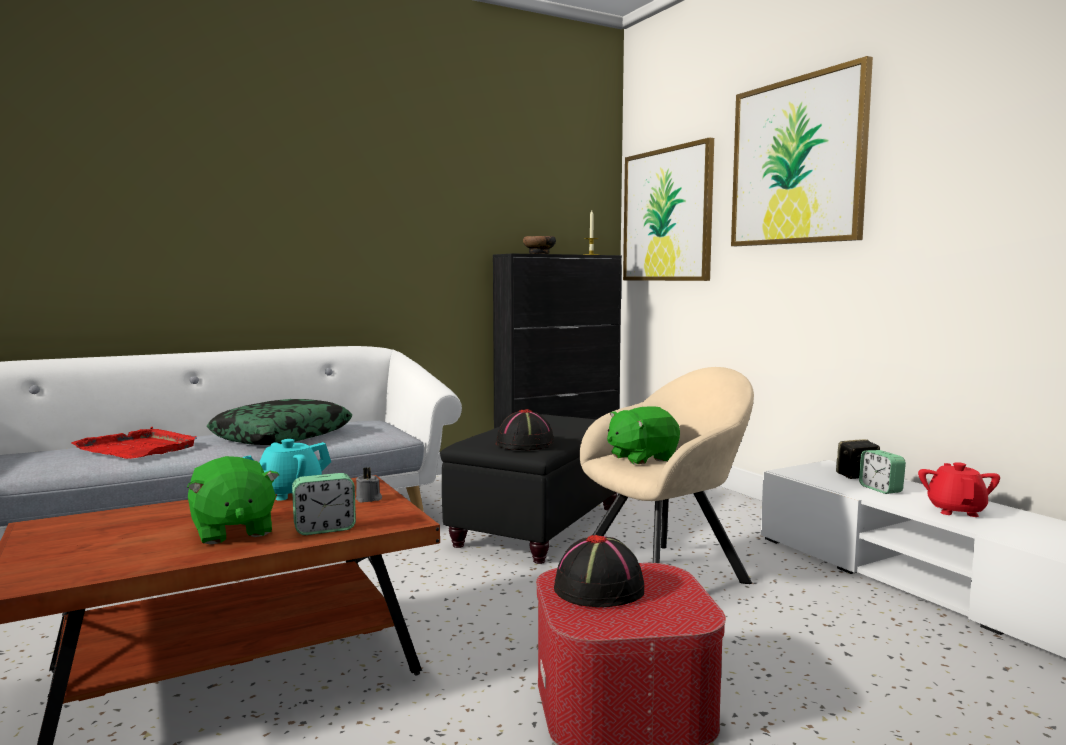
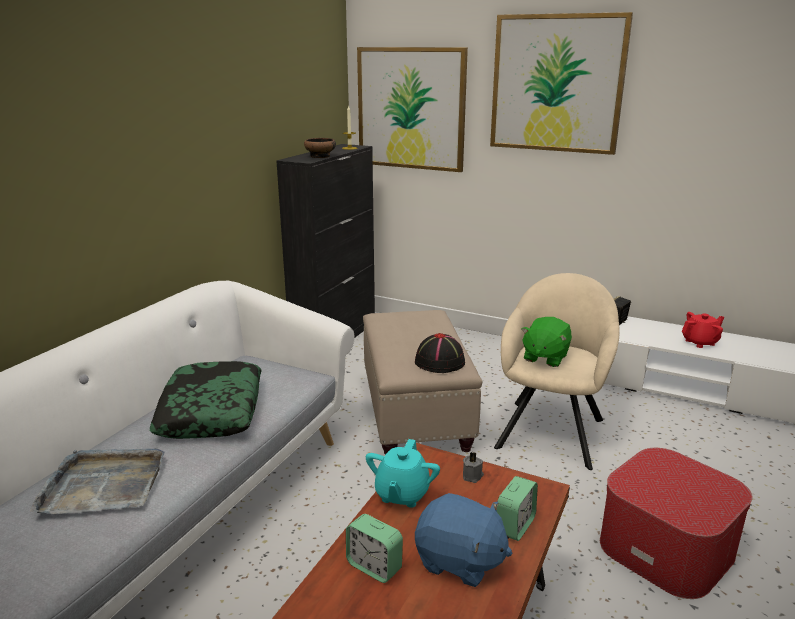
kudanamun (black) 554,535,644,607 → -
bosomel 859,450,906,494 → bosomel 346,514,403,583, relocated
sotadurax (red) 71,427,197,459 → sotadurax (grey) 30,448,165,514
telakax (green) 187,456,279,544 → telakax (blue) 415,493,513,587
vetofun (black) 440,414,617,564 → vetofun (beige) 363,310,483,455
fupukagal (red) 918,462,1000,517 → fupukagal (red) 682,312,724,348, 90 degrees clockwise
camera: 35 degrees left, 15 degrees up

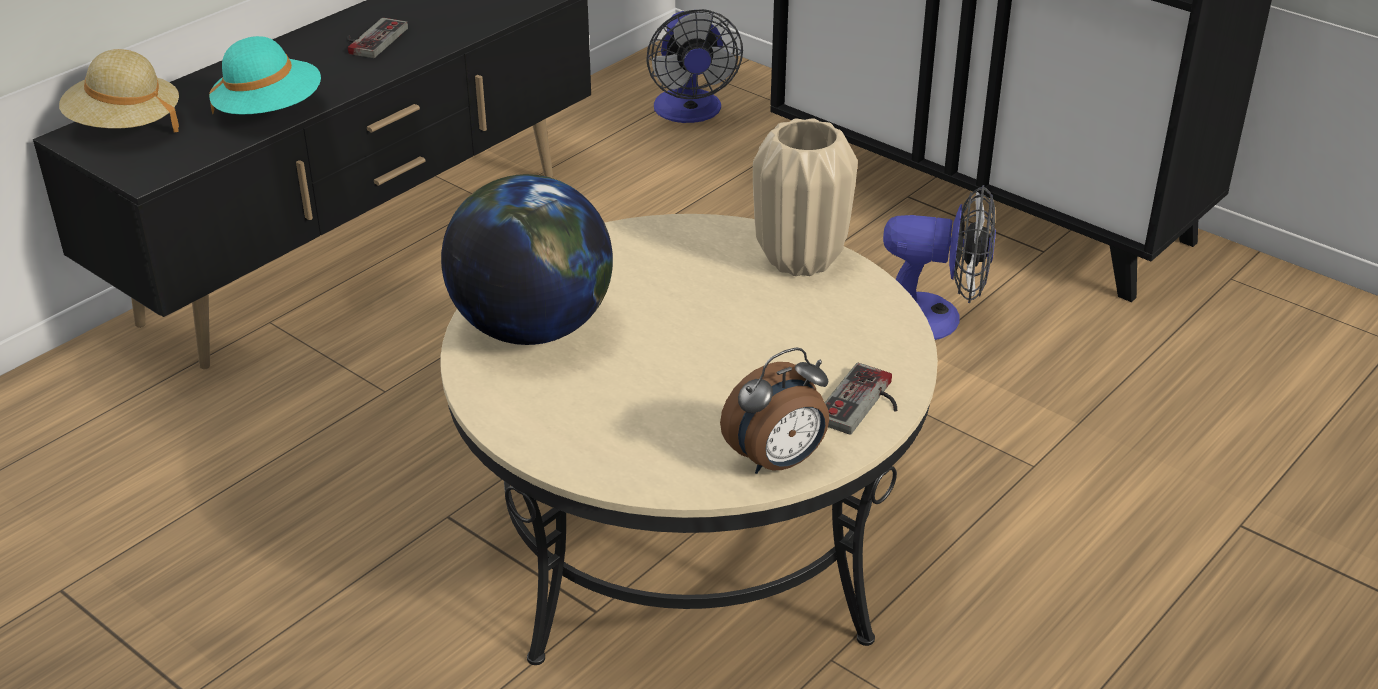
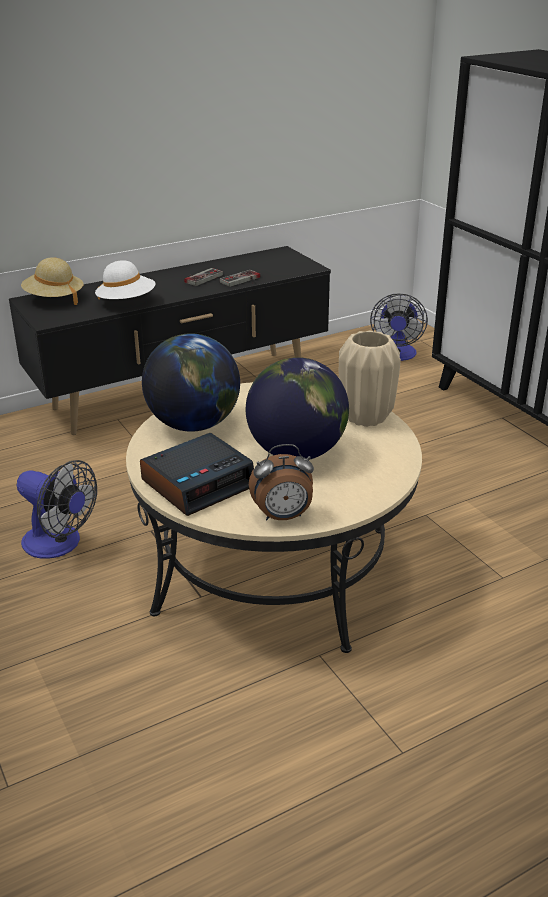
- → bosomel 140,433,254,516
- → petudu 246,357,349,459
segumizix 825,362,897,435 → segumizix 219,270,260,287, relocated
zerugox 883,185,996,340 → zerugox 17,460,97,559, relocated
kudanamun (turquoise) 209,36,321,114 → kudanamun (white) 95,260,156,299
camera: 20 degrees right, 5 degrees down

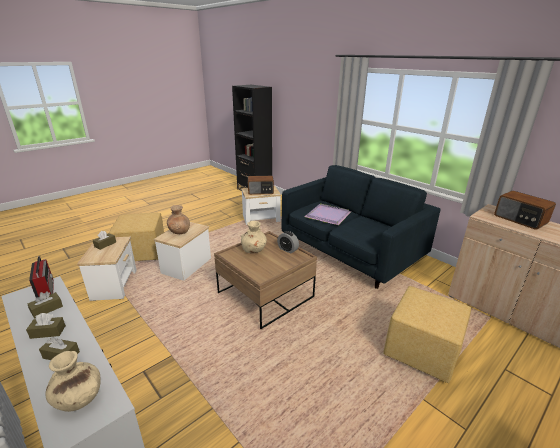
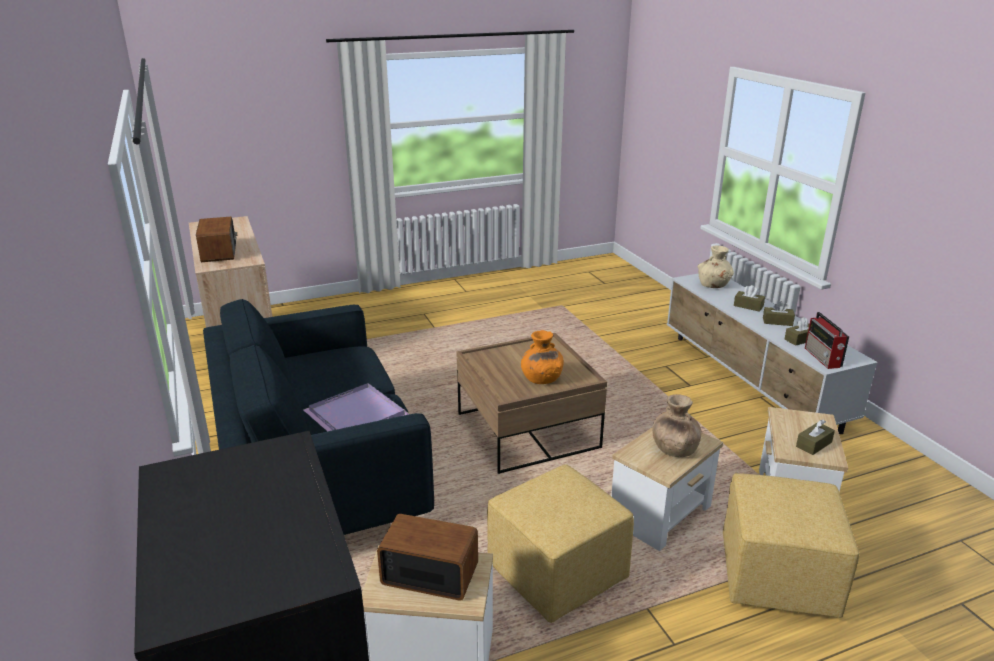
bosomel 277,231,299,254 → -
vetofun (yellow) 383,286,471,383 → vetofun (yellow) 487,464,634,623, relocated
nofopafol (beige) 241,221,267,253 → nofopafol (orange) 521,330,564,384
camera: 160 degrees left, 0 degrees up

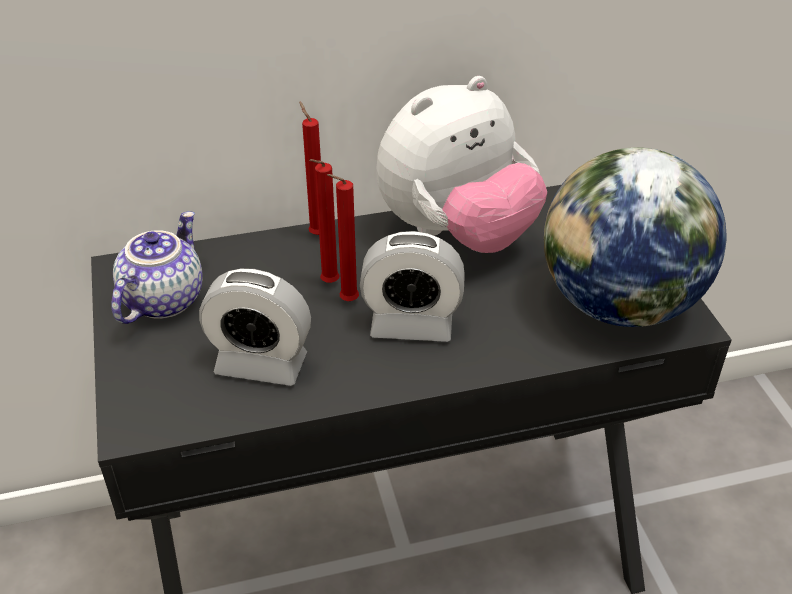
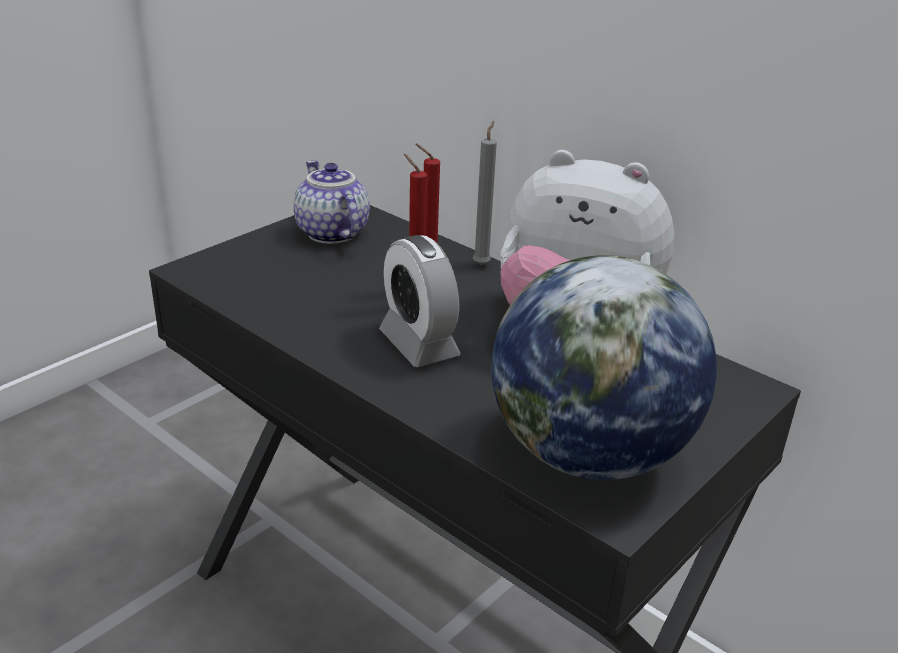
bosomel 199,268,311,386 → -
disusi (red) 299,101,321,235 → disusi (grey) 473,121,497,265
fupukagal 111,211,203,324 → fupukagal 293,160,370,244, 105 degrees counterclockwise
camera: 55 degrees right, 10 degrees down

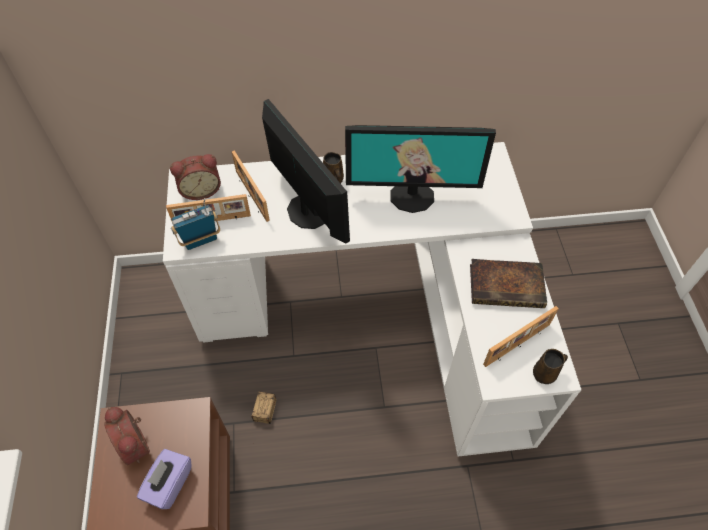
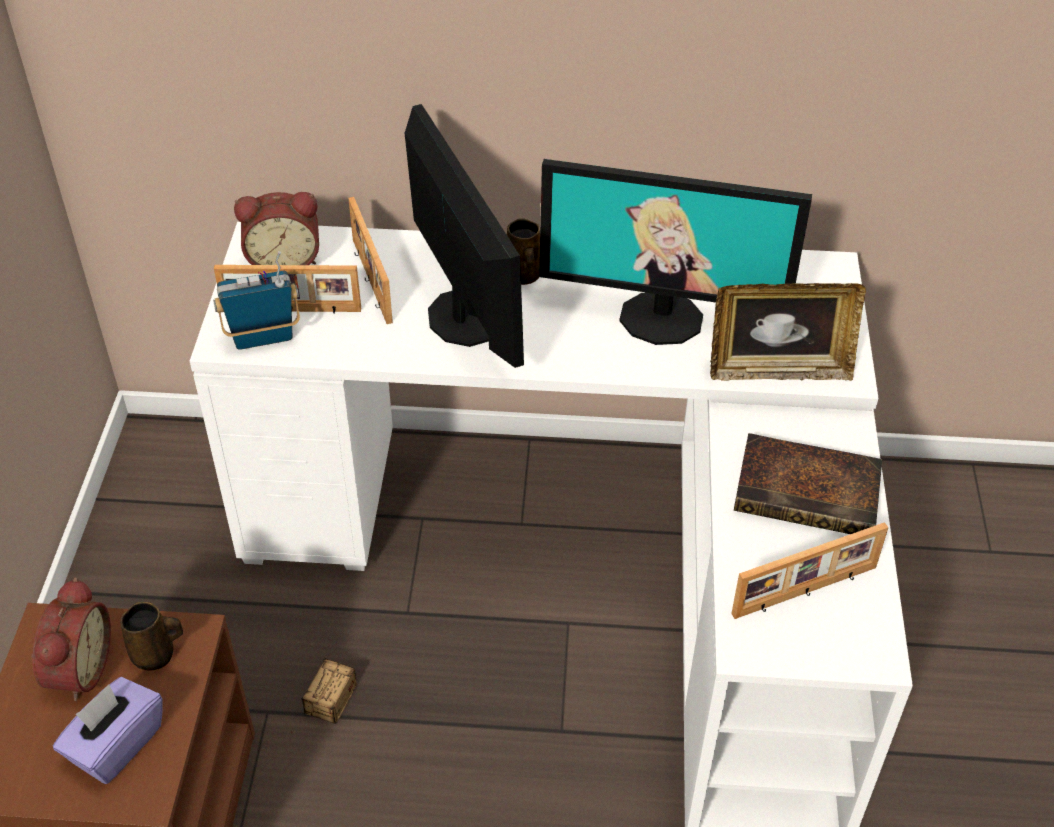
- → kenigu 710,283,866,381
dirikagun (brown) 533,349,568,384 → dirikagun (brown) 120,602,183,671, relocated
bosomel 104,407,150,465 → bosomel 31,577,111,701, 150 degrees counterclockwise
camera: 10 degrees right, 10 degrees down

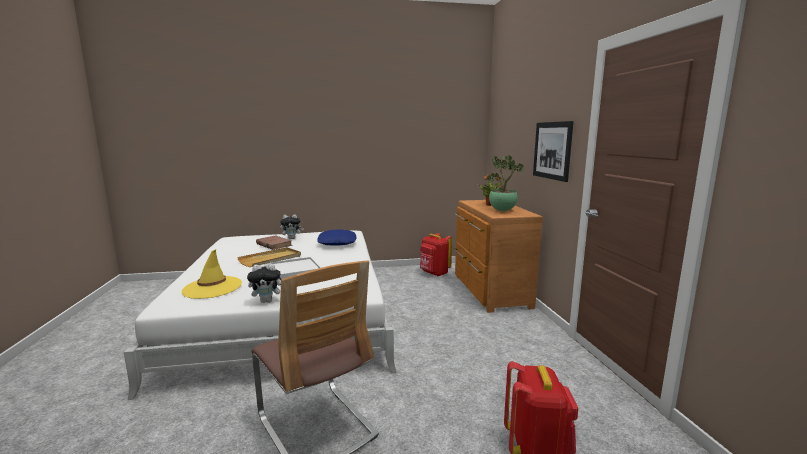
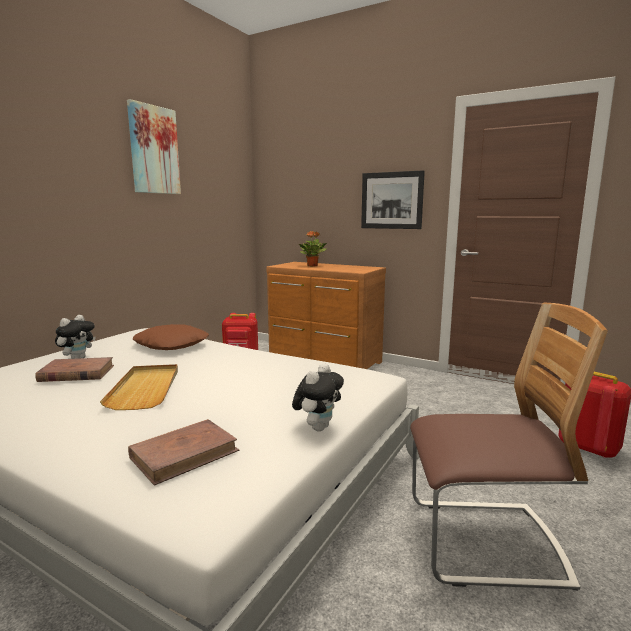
sotadurax (white) 270,257,321,279 → -
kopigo 486,155,524,211 → -
- → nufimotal 127,99,181,194
kudanamun (yellow) 182,249,242,299 → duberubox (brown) 128,419,240,486
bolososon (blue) 317,229,357,246 → bolososon (brown) 133,324,209,350
camera: 50 degrees left, 0 degrees up

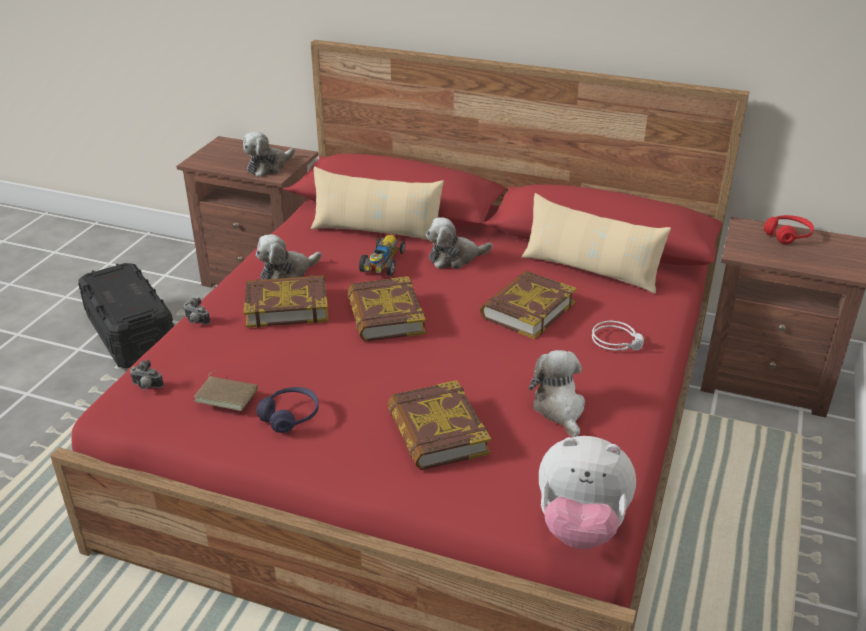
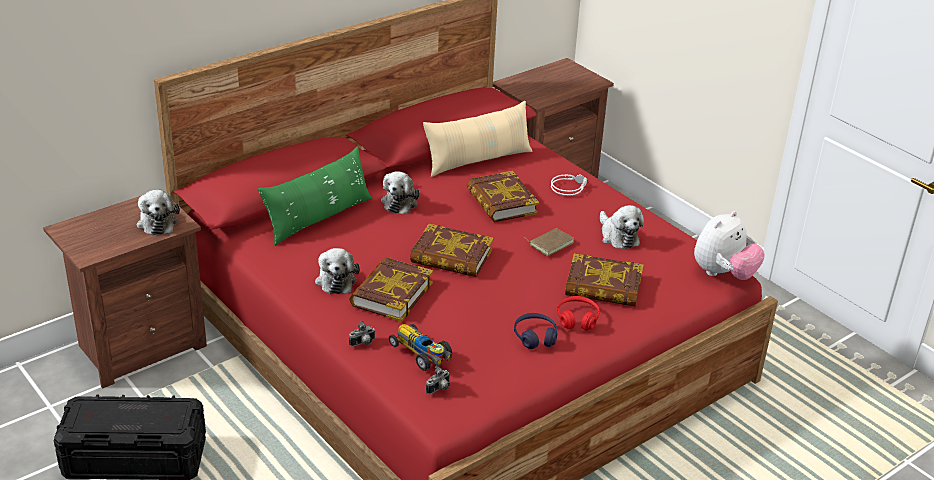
duberubox (brown) 194,370,258,411 → duberubox (brown) 526,228,574,256, relocated
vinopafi 359,235,405,276 → vinopafi 389,324,452,371, relocated
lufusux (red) 764,215,814,244 → lufusux (red) 557,296,600,331, relocated
bolososon (beige) 311,166,444,240 → bolososon (green) 258,147,372,246
telakax 529,350,585,437 → telakax 600,205,644,250, 135 degrees counterclockwise
camera: 60 degrees left, 0 degrees up

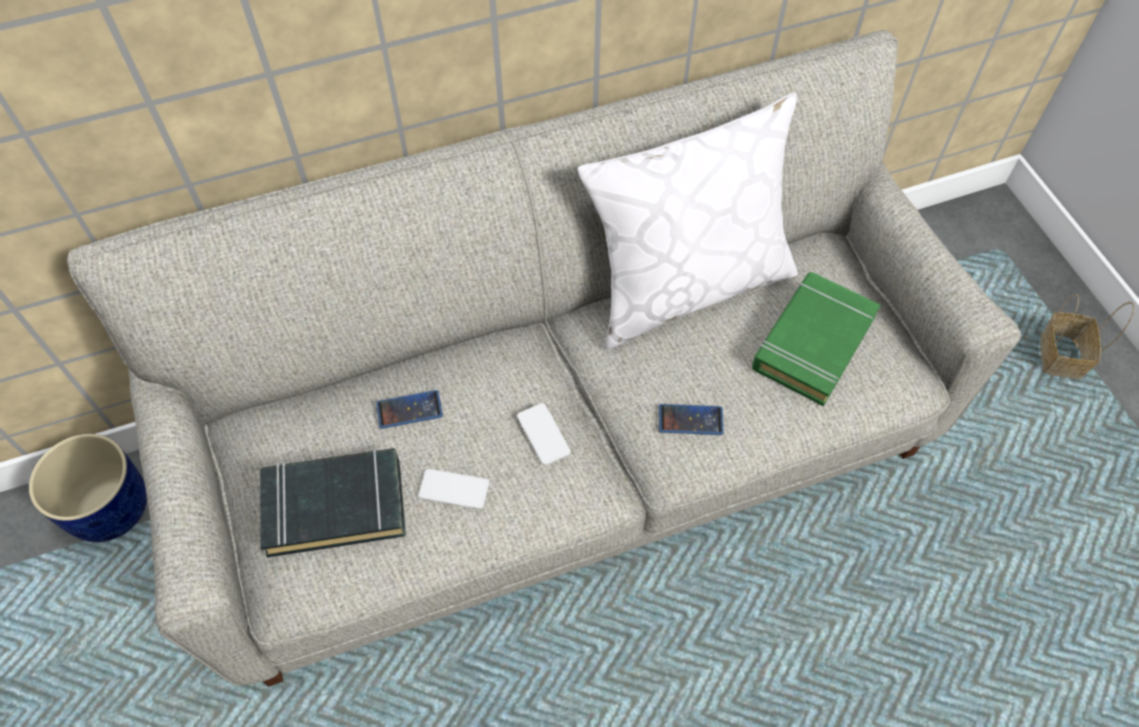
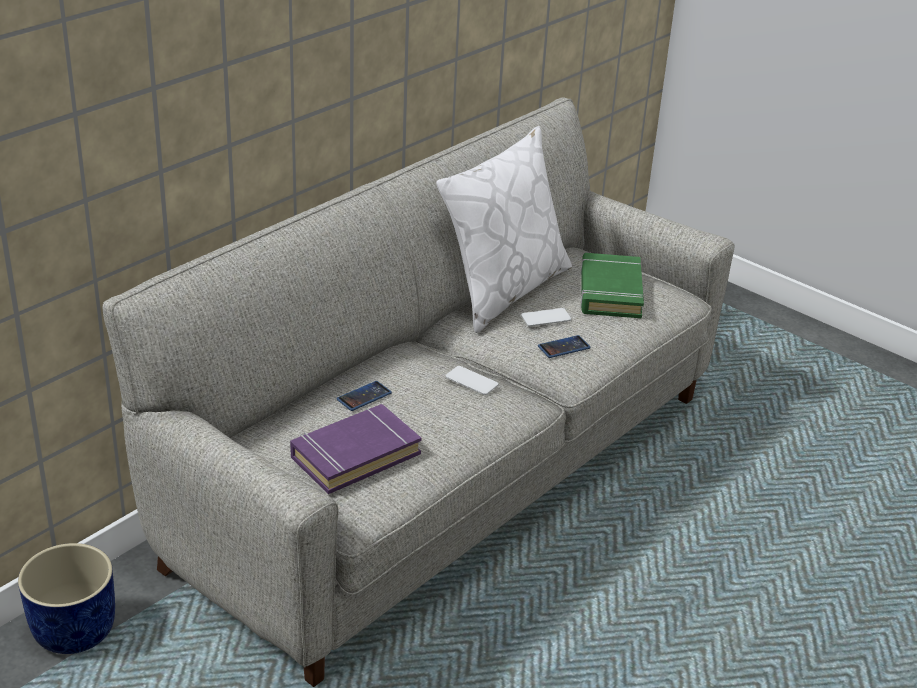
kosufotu 1040,294,1135,379 → -
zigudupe 418,469,489,509 → zigudupe 521,308,571,326, relocated
duberubox (black) 260,448,406,558 → duberubox (purple) 290,404,421,494
camera: 30 degrees left, 25 degrees down

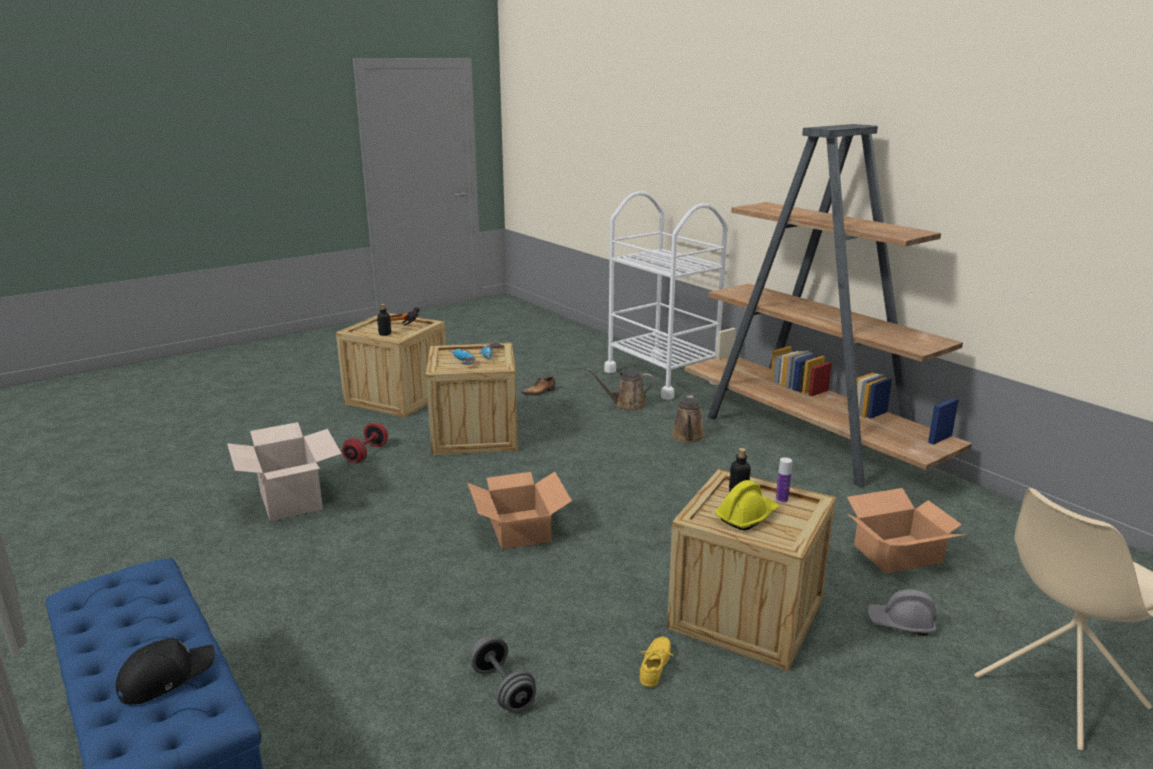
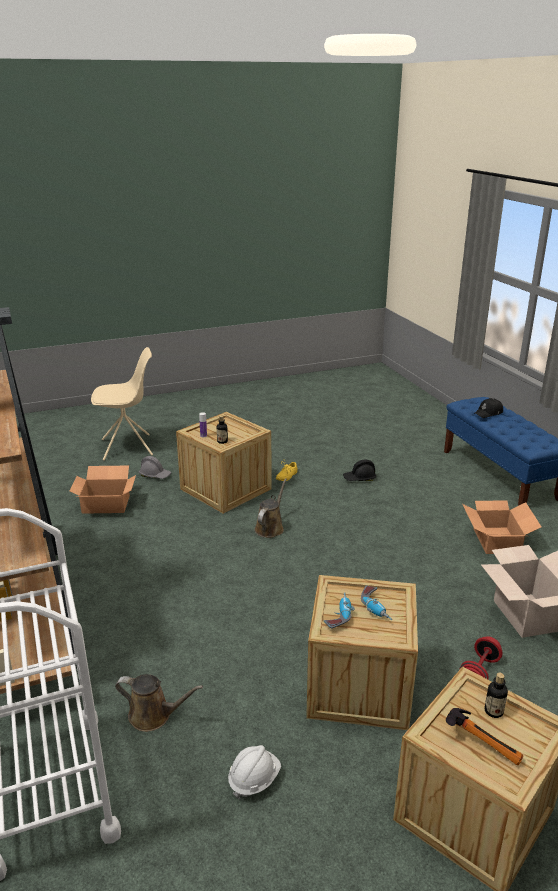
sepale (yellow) 715,480,779,531 → -
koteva 468,472,572,549 → koteva 462,500,542,554, relocated
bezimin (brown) 672,395,706,443 → bezimin (brown) 254,478,287,538, relocated
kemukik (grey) 470,636,536,712 → sepale (black) 343,460,377,481
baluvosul 522,377,555,396 → sepale (white) 228,745,281,799
camera: 165 degrees left, 5 degrees up

